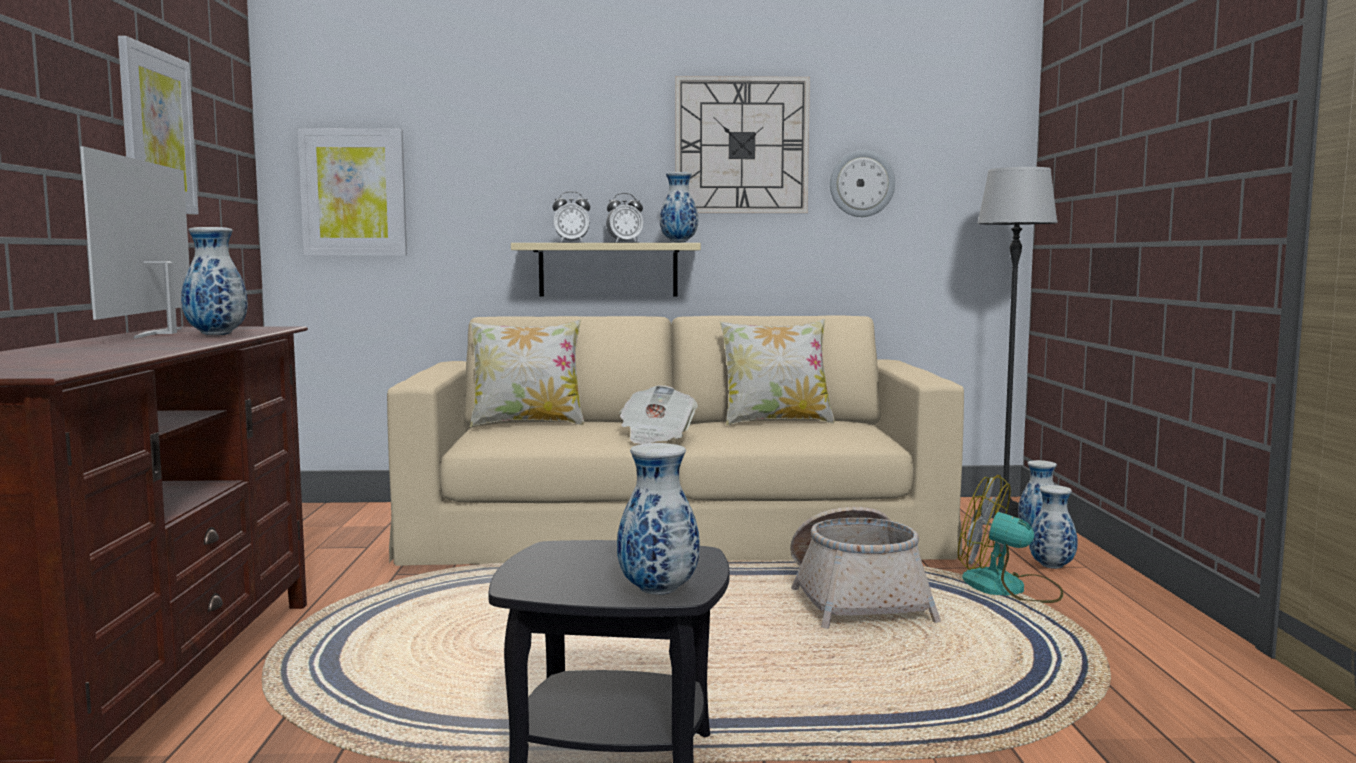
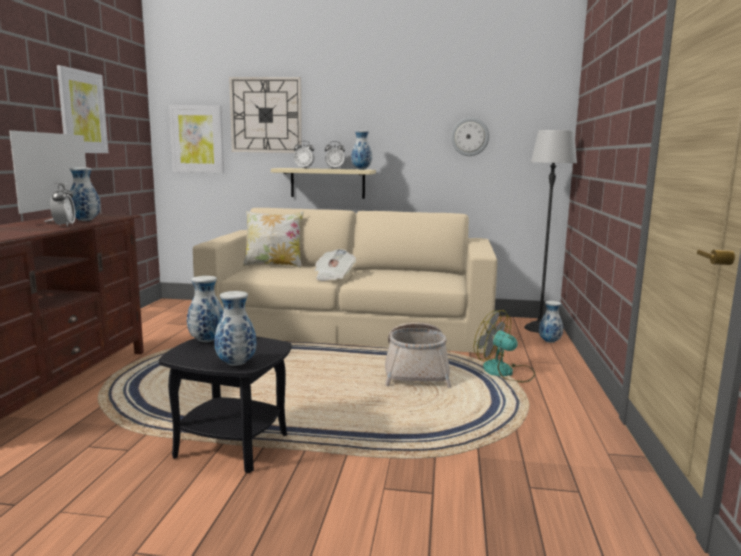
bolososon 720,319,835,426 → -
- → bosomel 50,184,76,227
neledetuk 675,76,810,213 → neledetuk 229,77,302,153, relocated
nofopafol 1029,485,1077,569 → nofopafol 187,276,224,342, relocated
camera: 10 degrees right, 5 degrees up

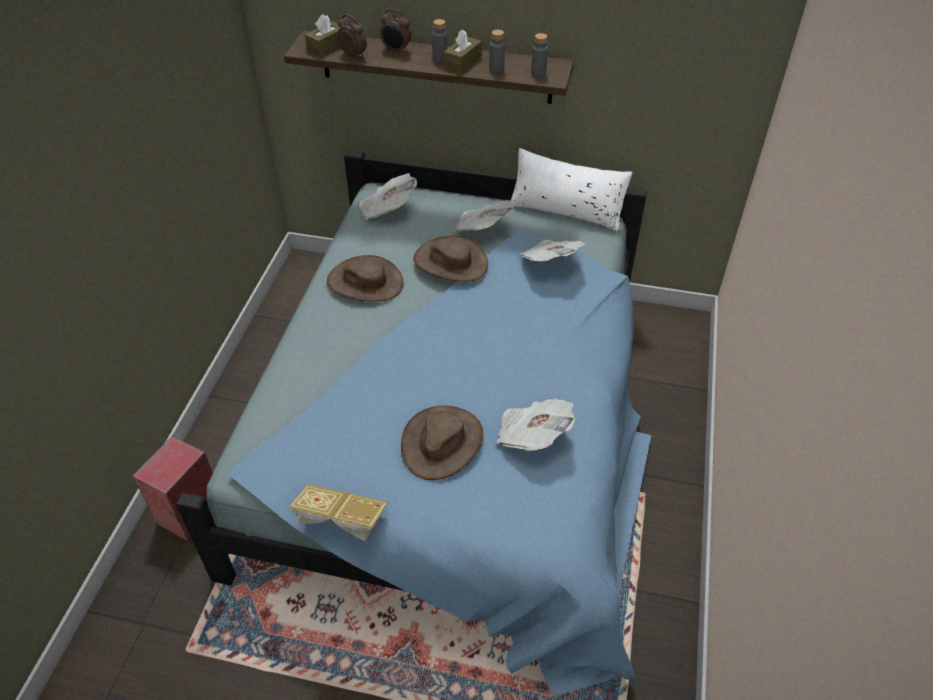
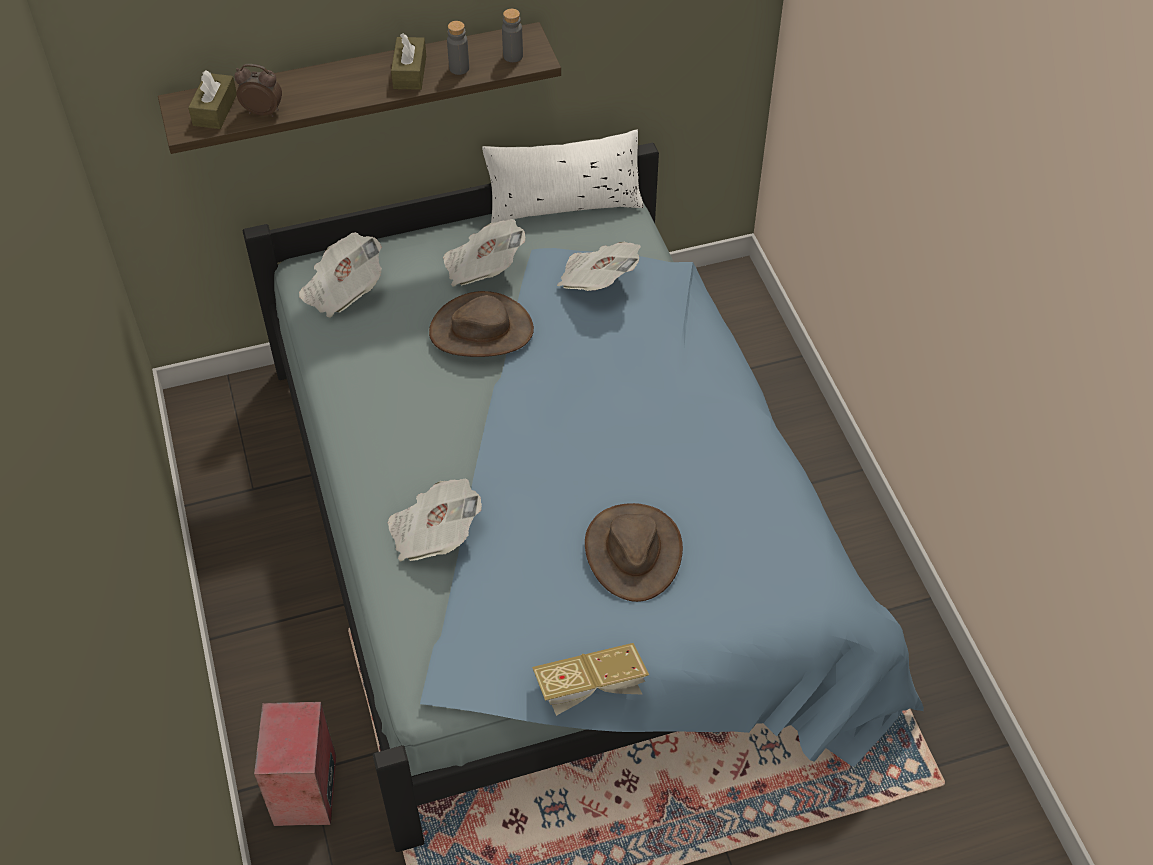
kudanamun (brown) 327,255,403,302 → -
bosomel 380,9,411,54 → -
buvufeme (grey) 432,19,447,62 → -
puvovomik 496,398,575,451 → puvovomik 387,479,482,561, relocated
camera: 30 degrees left, 5 degrees up

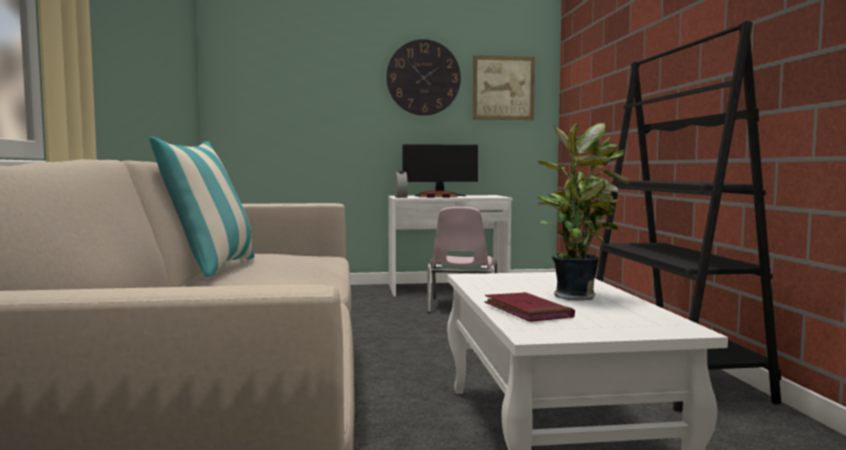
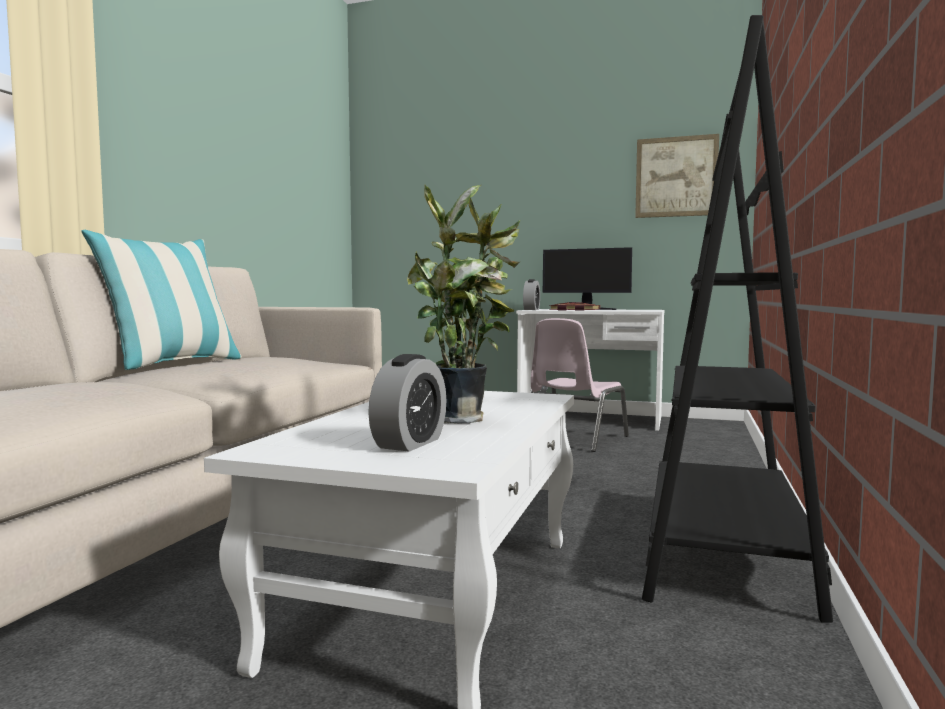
neledetuk 386,39,461,116 → -
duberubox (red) 485,292,575,322 → -
- → bosomel 368,354,446,452
camera: 25 degrees right, 0 degrees up

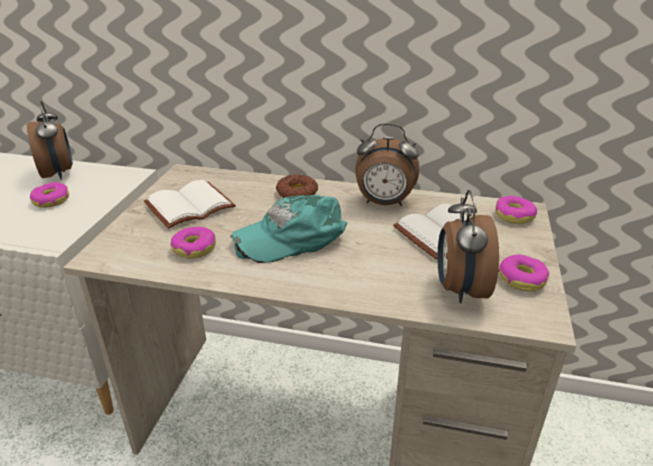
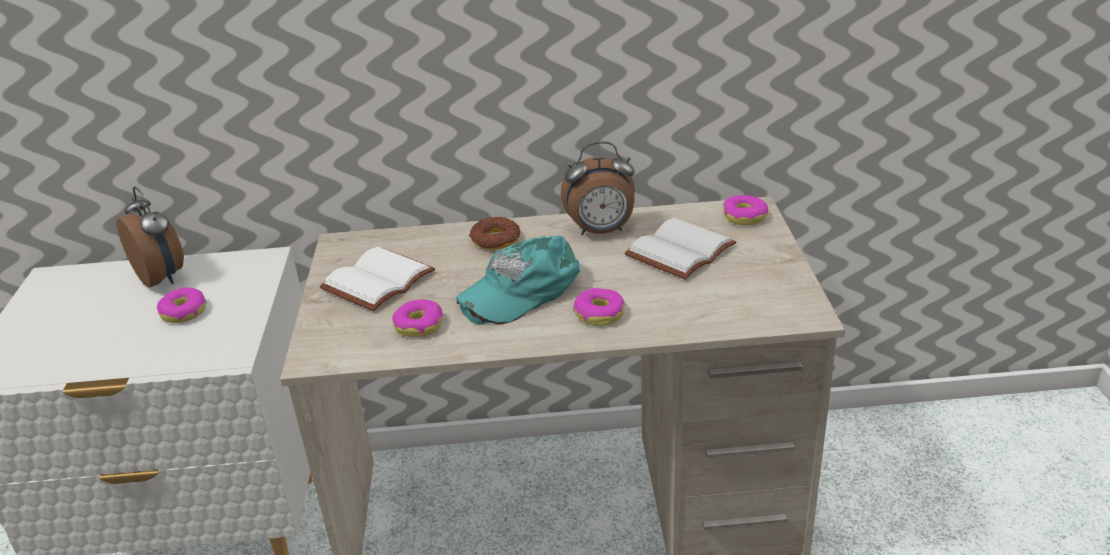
bosomel 438,190,499,303 → -
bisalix 498,254,549,291 → bisalix 573,288,625,326, relocated
camera: 15 degrees left, 0 degrees up

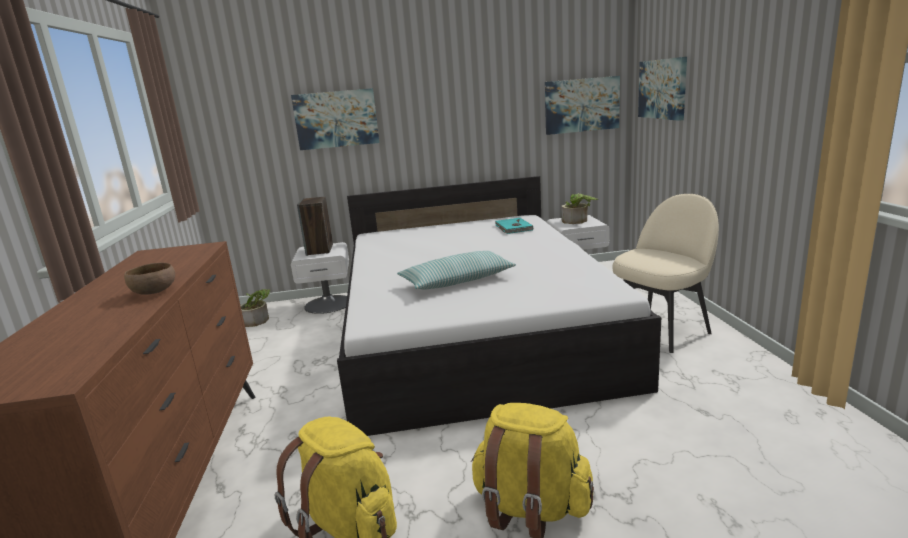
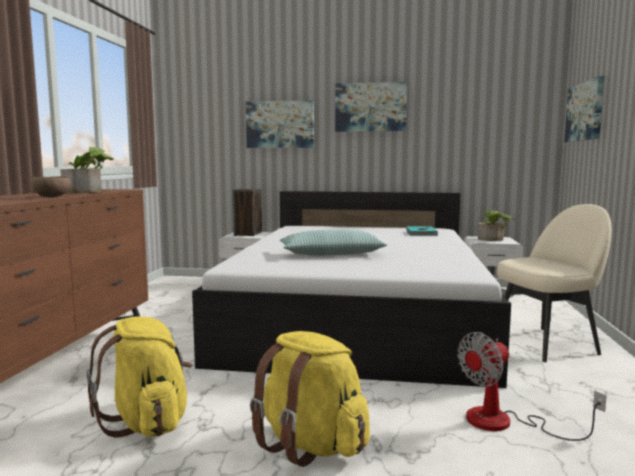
- → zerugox 457,332,607,441
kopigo 240,289,270,327 → kopigo 60,147,114,193, relocated
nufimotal 545,76,620,135 → nufimotal 335,82,407,132, relocated
camera: 15 degrees right, 10 degrees down

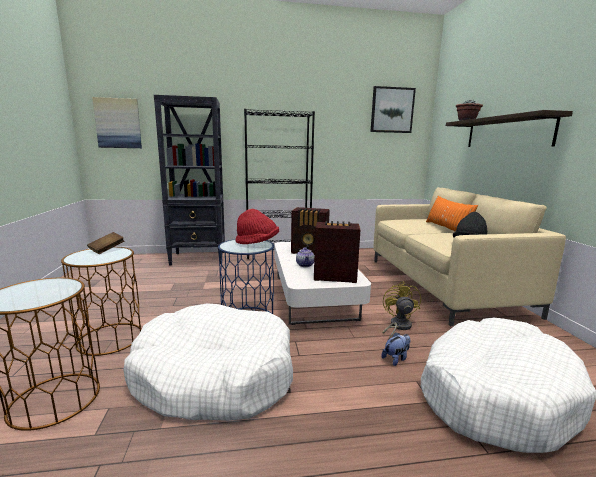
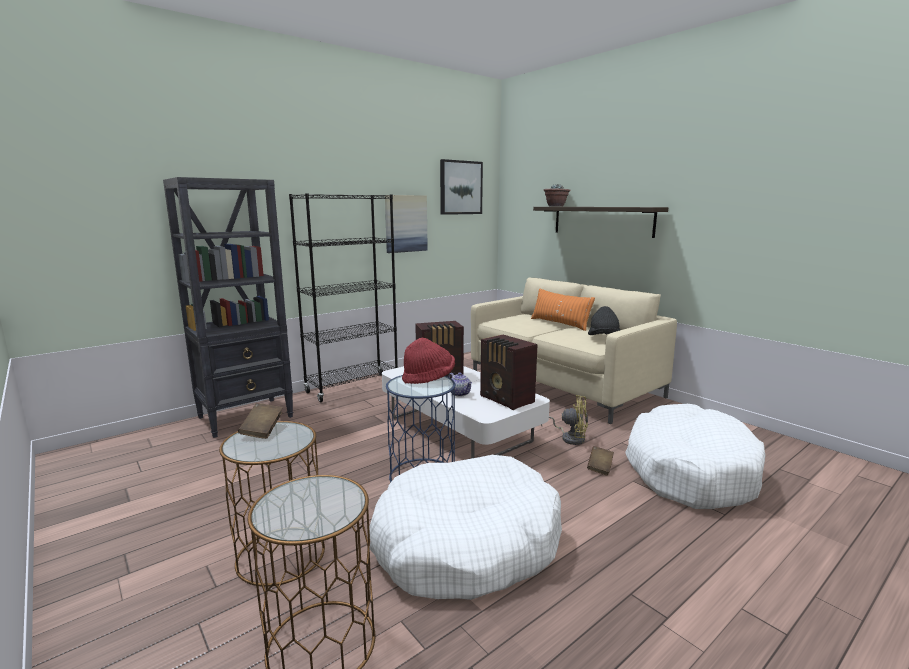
nufimotal 92,97,142,148 → nufimotal 385,195,428,253, relocated
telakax 382,332,410,366 → duberubox (brown) 587,446,614,476
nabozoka 314,221,360,283 → nabozoka 480,335,537,410, 105 degrees counterclockwise
zerugox (yellow) 382,281,421,340 → zerugox (yellow) 541,395,588,445, 135 degrees clockwise
camera: 30 degrees left, 0 degrees up

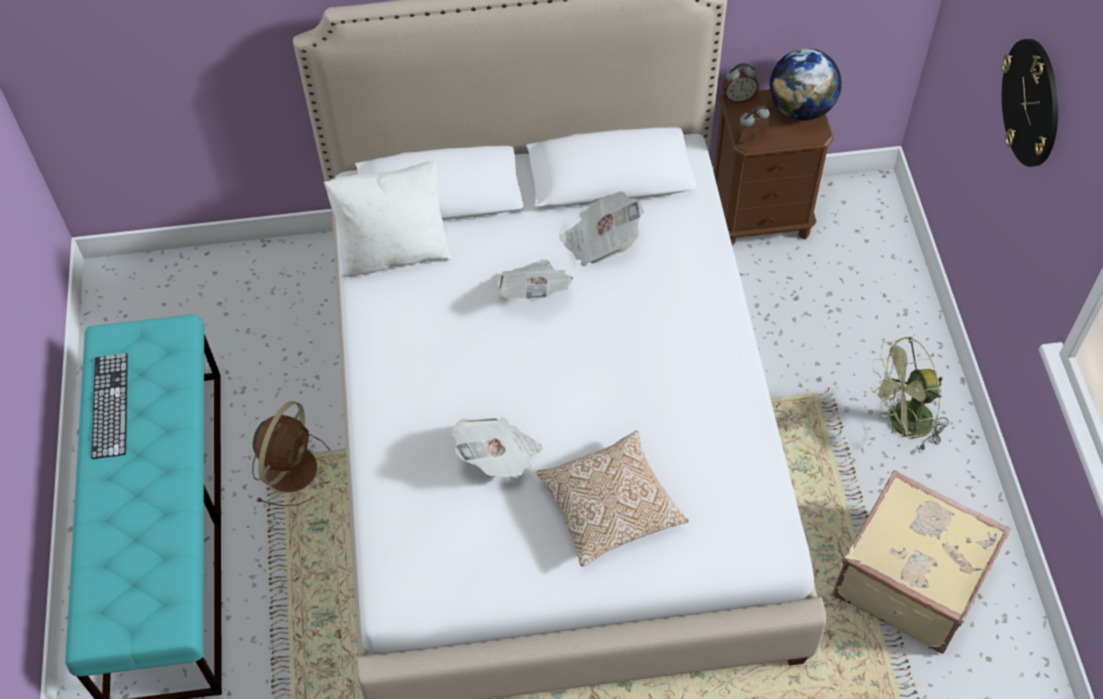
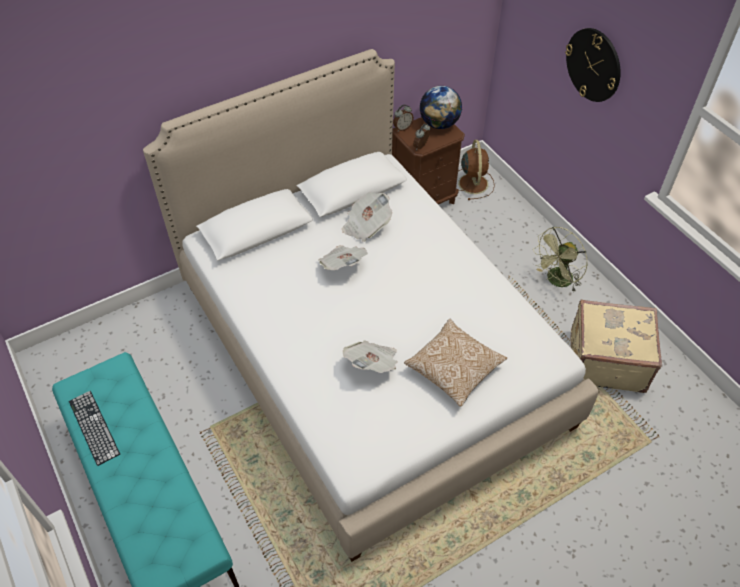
bolososon (white) 324,162,452,277 → -
zerugox (brown) 252,401,330,506 → zerugox (brown) 458,140,495,200, relocated
camera: 25 degrees left, 5 degrees down

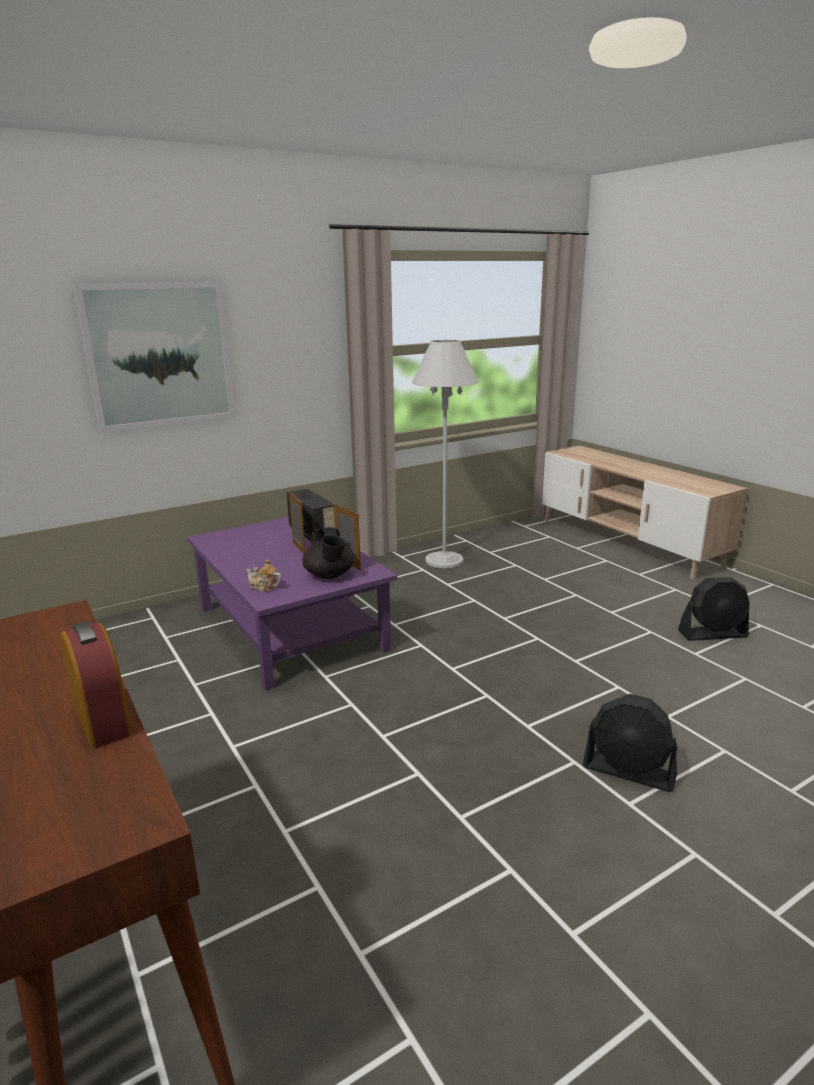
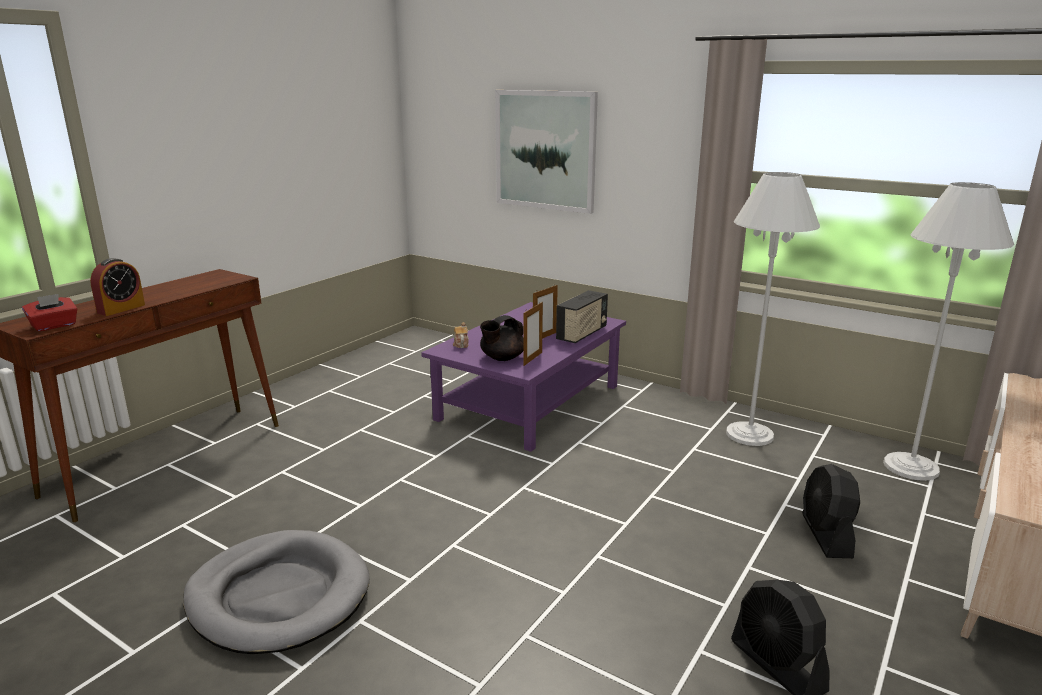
- → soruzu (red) 22,294,77,331
- → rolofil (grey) 183,530,370,654
- → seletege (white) 883,182,1014,481
zerugox (black) 583,694,677,792 → zerugox (black) 802,464,860,558, relocated
camera: 65 degrees right, 0 degrees up

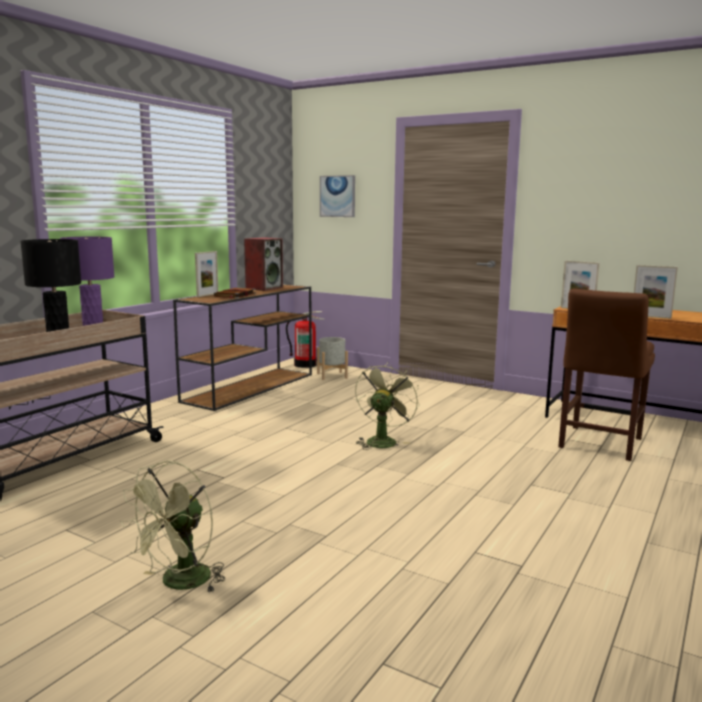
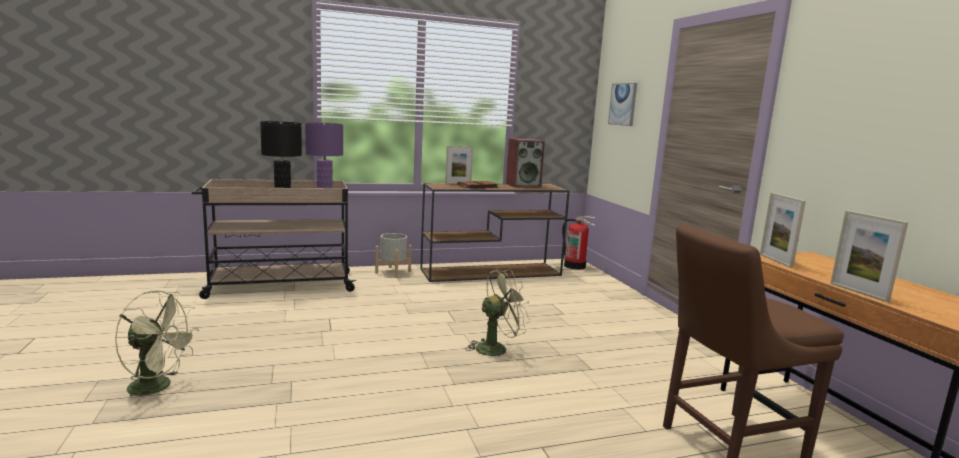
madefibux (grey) 317,337,348,380 → madefibux (grey) 375,233,412,278, relocated
zerugox (green) 121,461,225,593 → zerugox (green) 115,290,199,405, 150 degrees counterclockwise
camera: 40 degrees right, 0 degrees up

